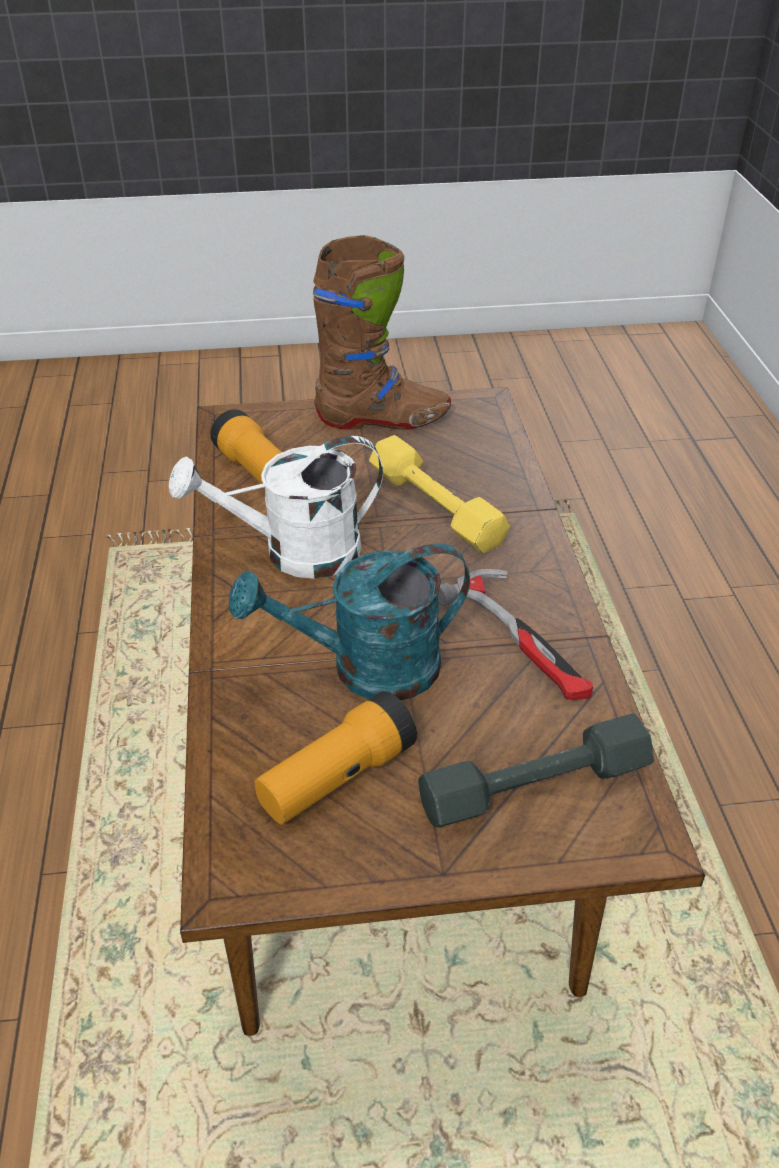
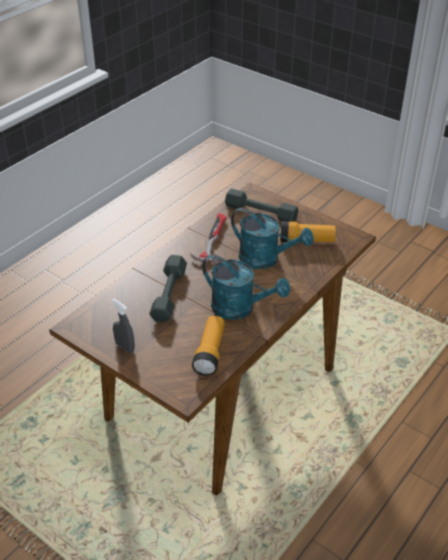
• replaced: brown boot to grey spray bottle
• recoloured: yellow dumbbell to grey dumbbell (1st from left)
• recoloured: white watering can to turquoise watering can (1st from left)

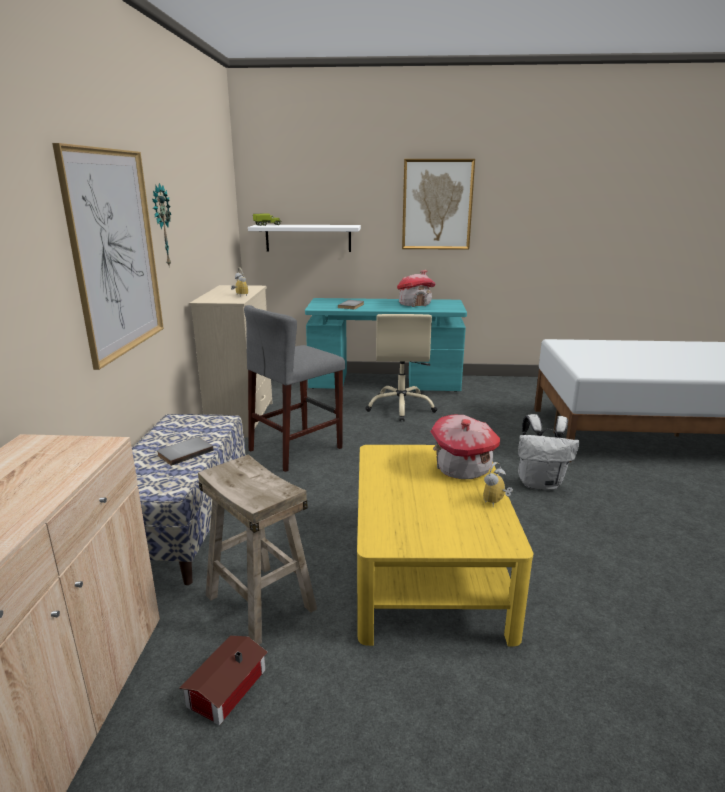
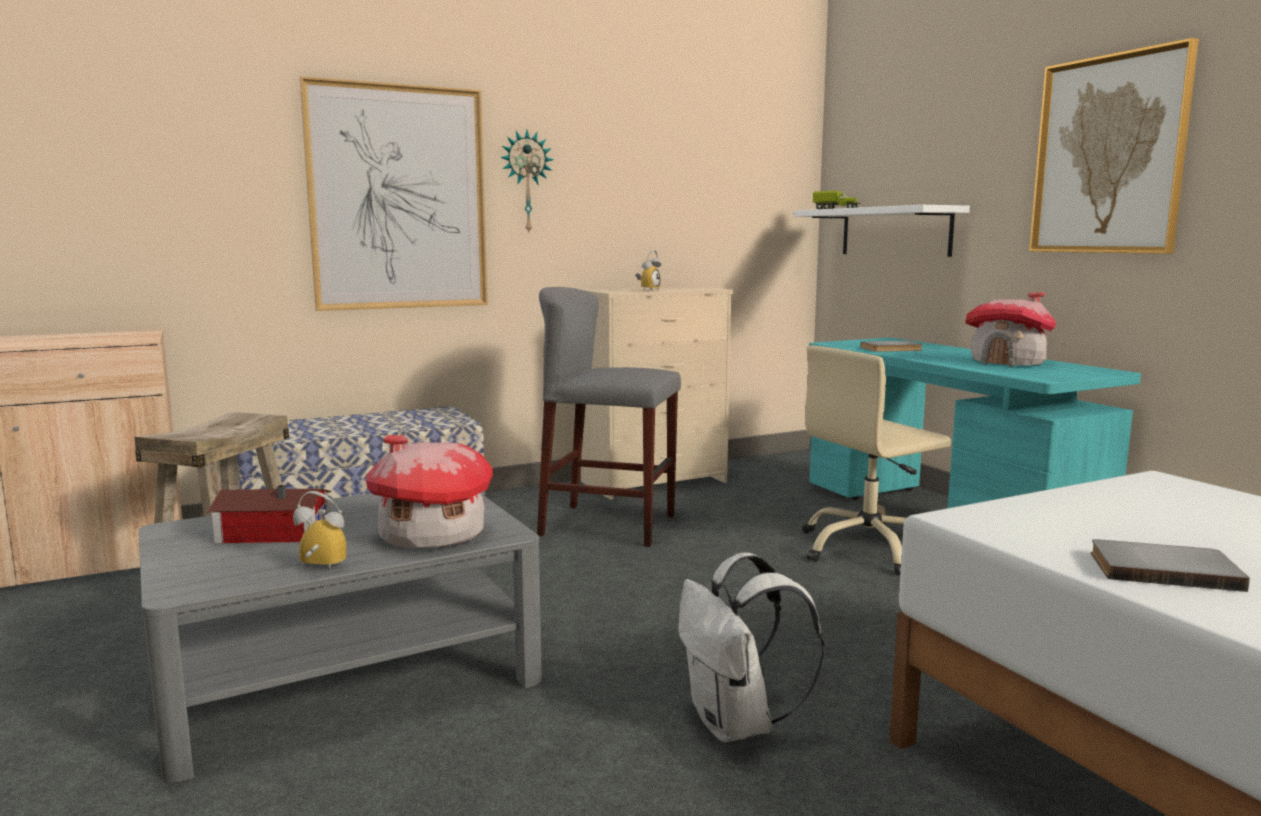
• recoloured: yellow coffee table to grey coffee table
• moved: toy house (1st from left)
• moved: grey book (1st from left in the first image) to grey book (2nd from left)

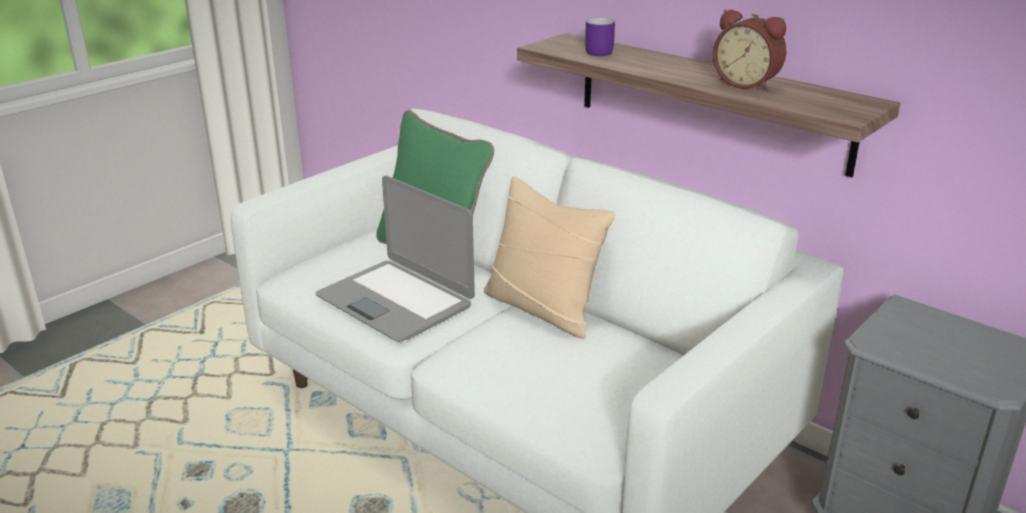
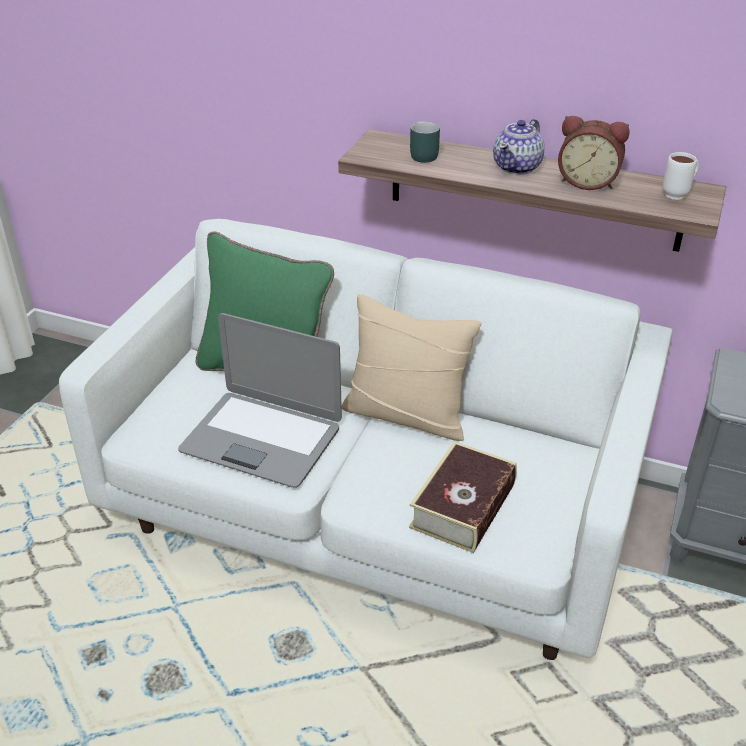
• added: book
• recoloured: purple mug to turquoise mug
• added: teapot
• added: white mug

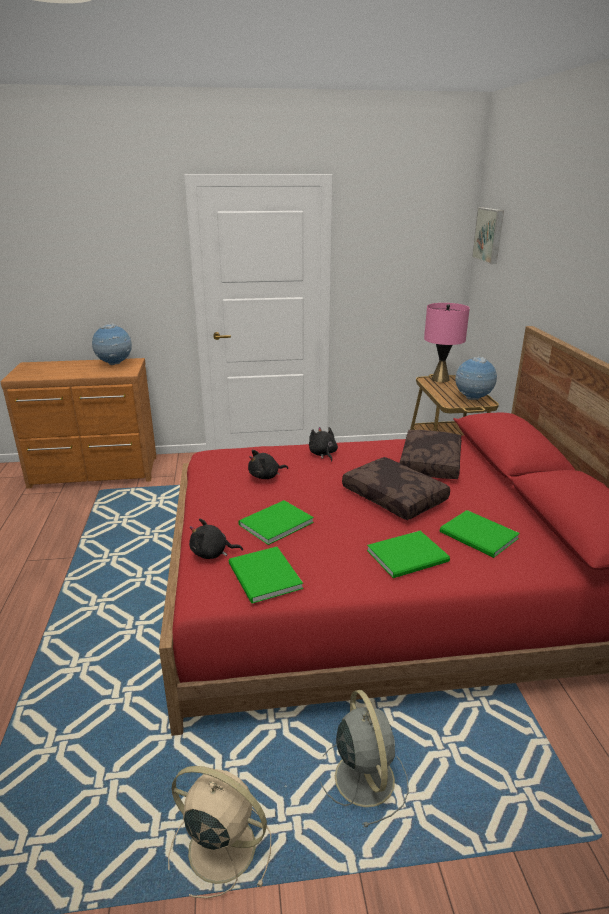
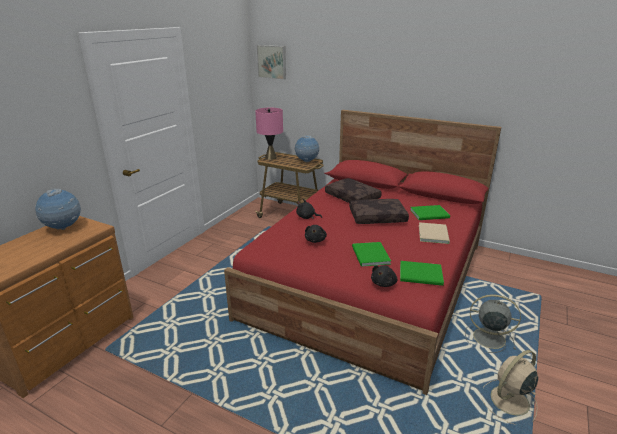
• recoloured: green book (3rd from left) to beige book

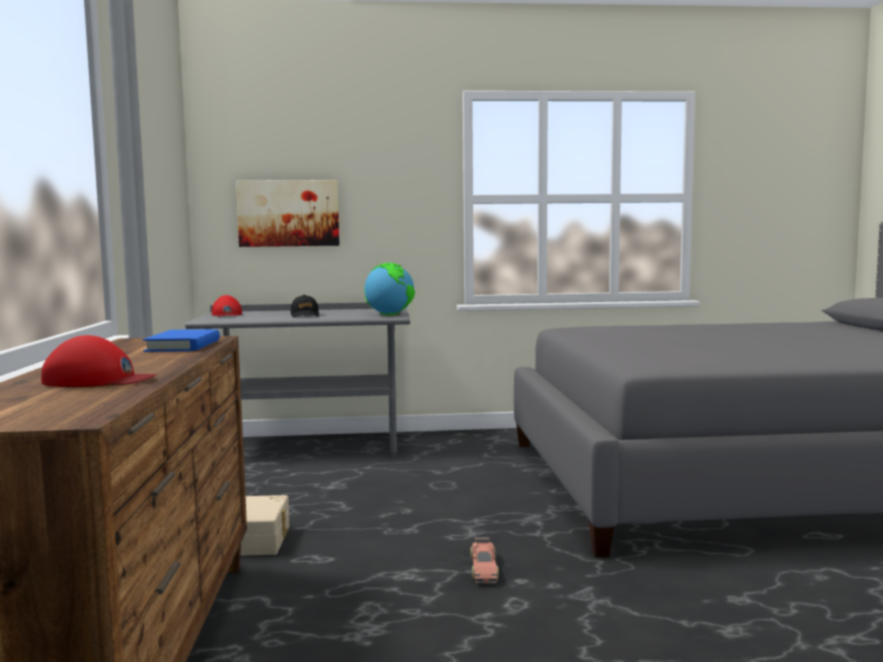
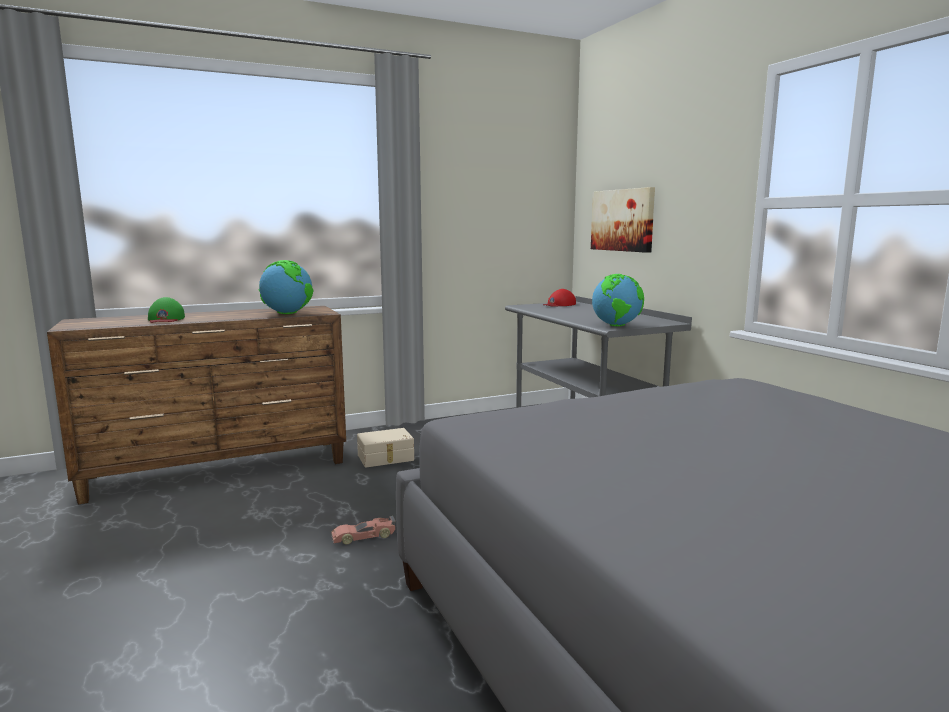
• recoloured: red cap (1st from left) to green cap
• replaced: blue book to globe (1st from left)
• removed: black cap

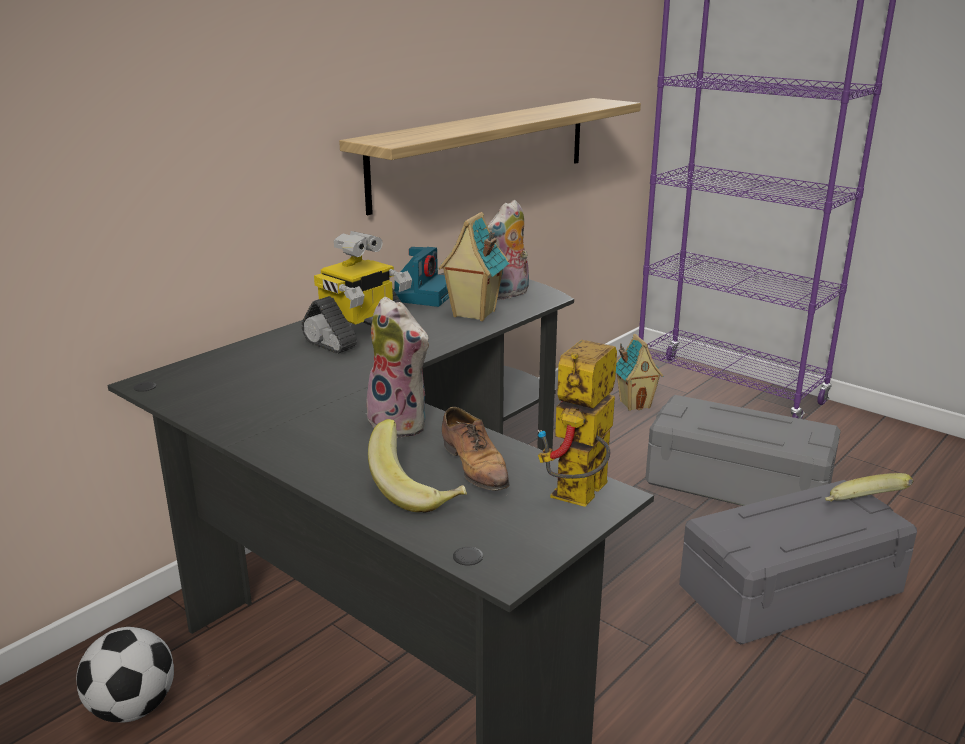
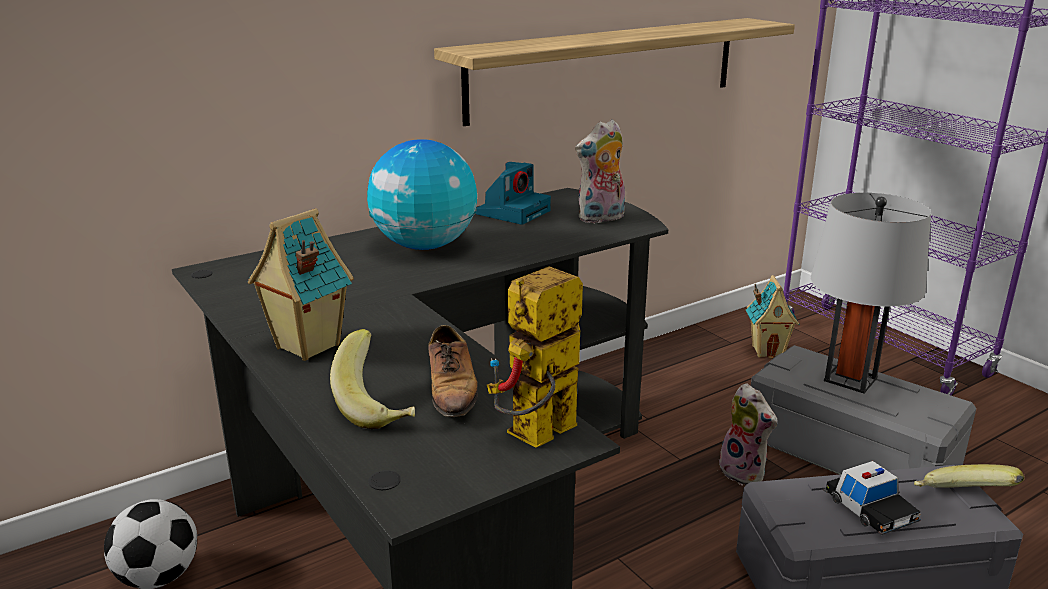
• moved: toy house (1st from left)
• replaced: toy robot (1st from left) to globe
• moved: plush toy (1st from left in the first image) to plush toy (2nd from left)
• added: grey table lamp
• added: toy car

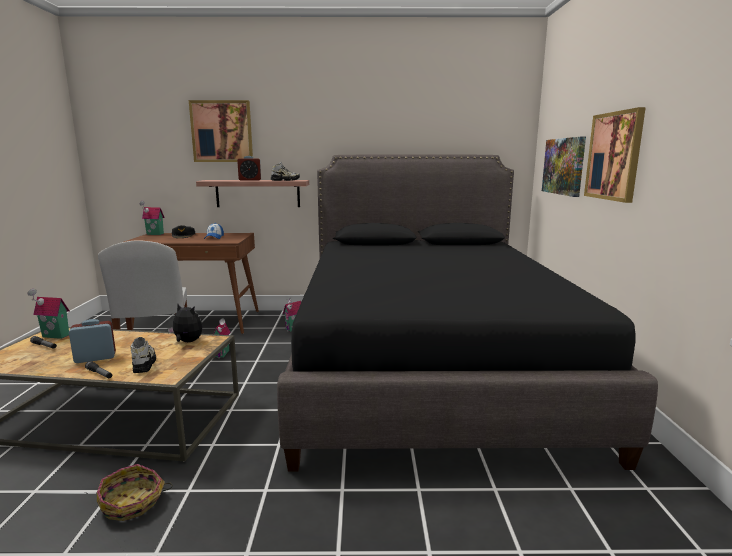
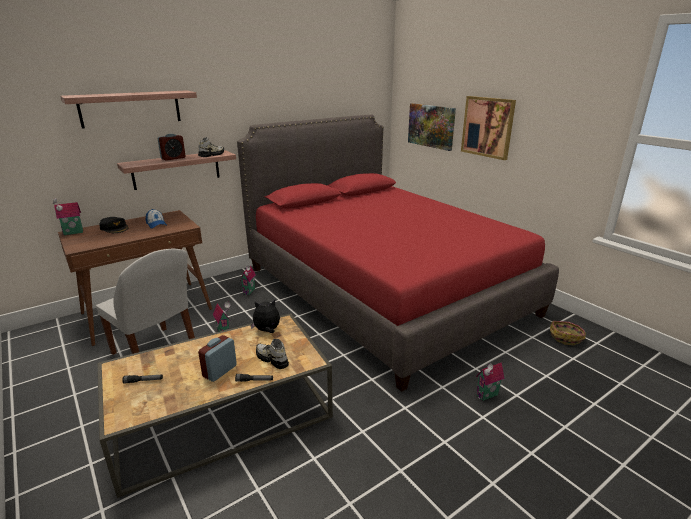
• replaced: picture (1st from left) to shelf (1st from left)
• recoloured: black bed to red bed
• moved: toy house (1st from left in the first image) to toy house (4th from left)
• moved: basket

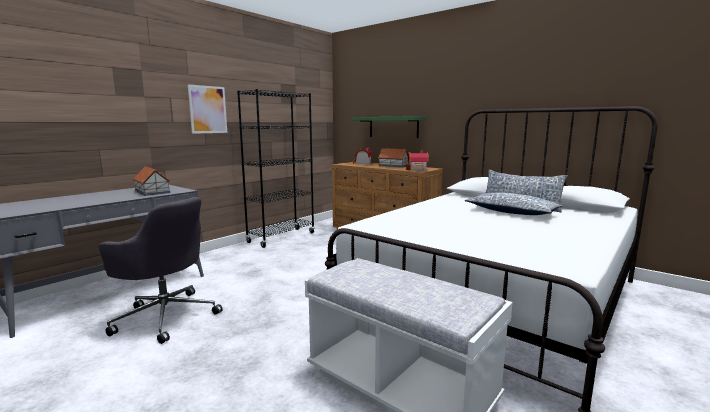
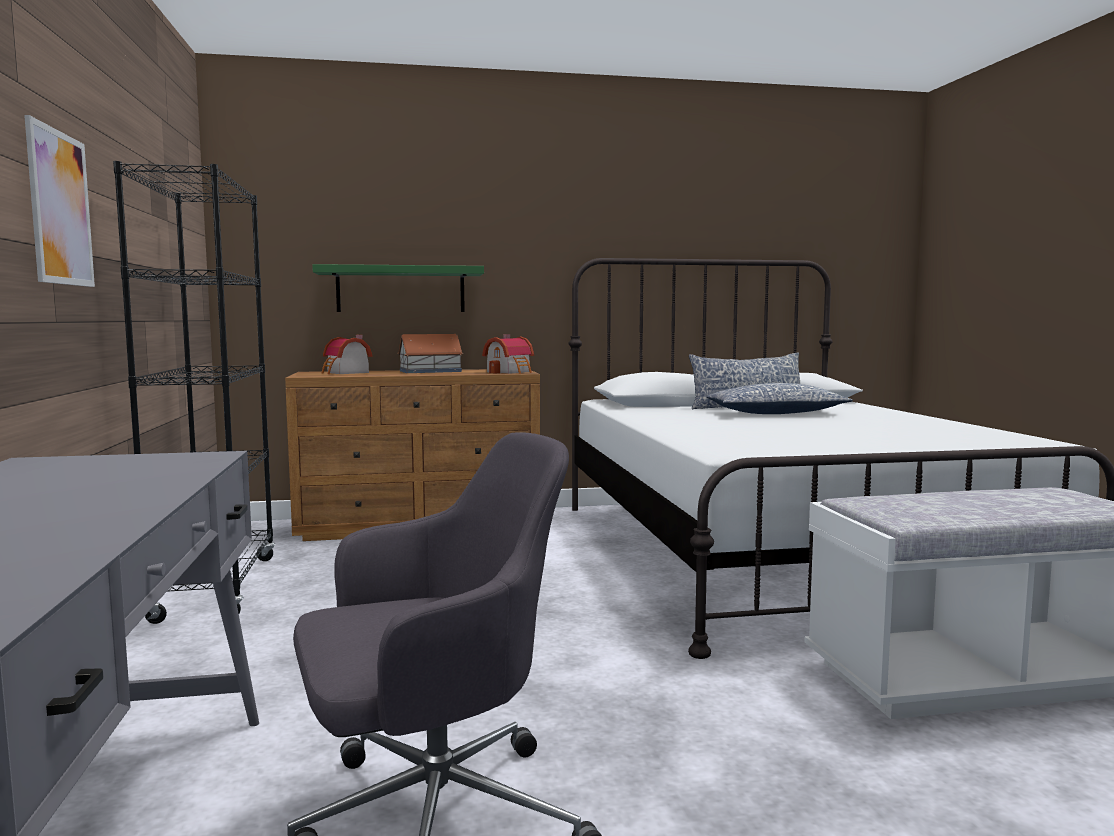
• removed: toy house (1st from left)

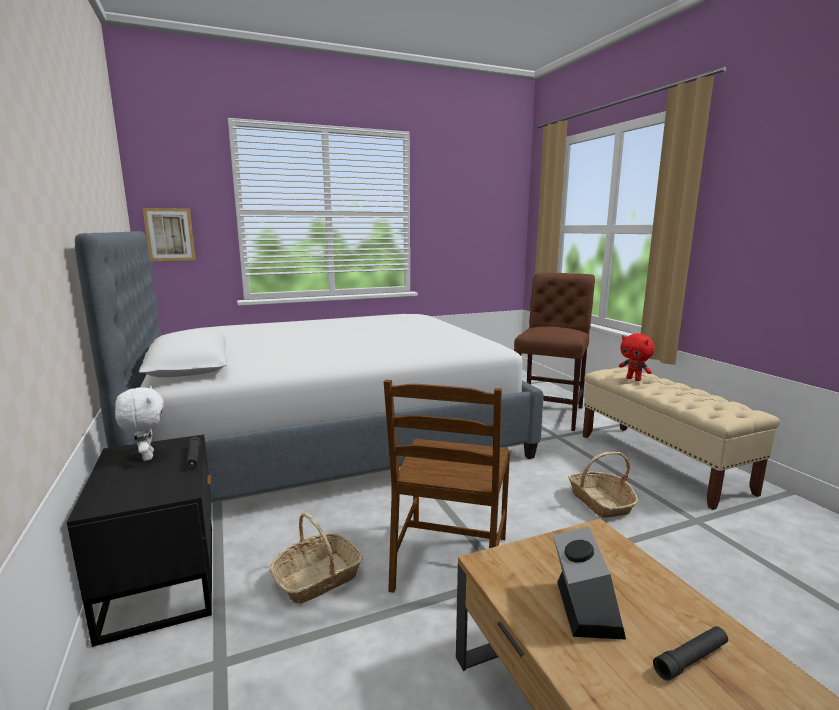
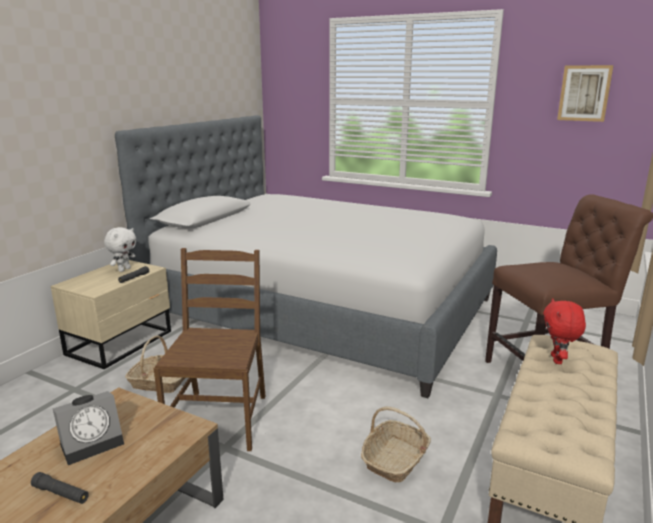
• recoloured: black nightstand to beige nightstand
• turned: brown chair (1st from left) 120 degrees clockwise
• moved: picture

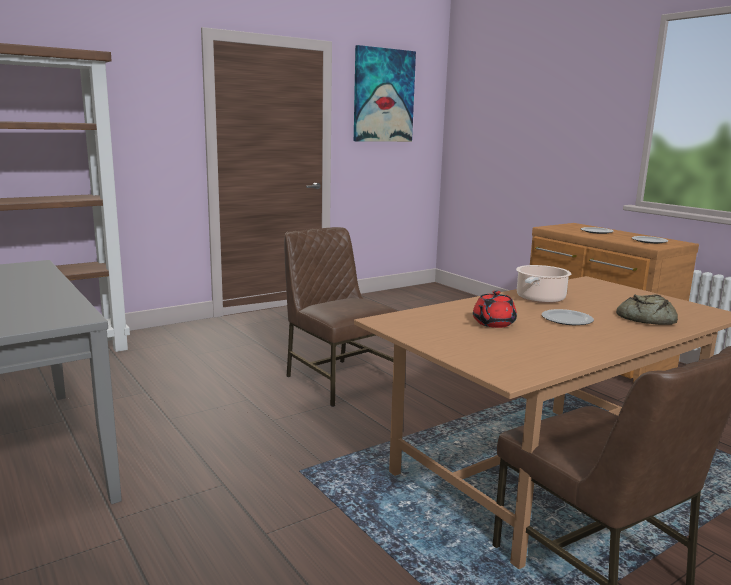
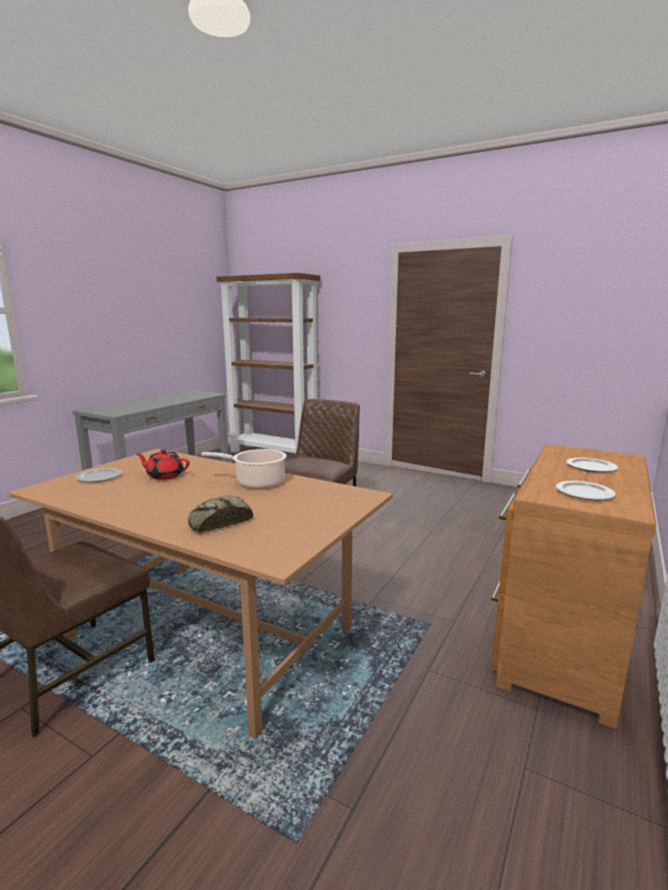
• moved: plate (1st from left)
• removed: picture

